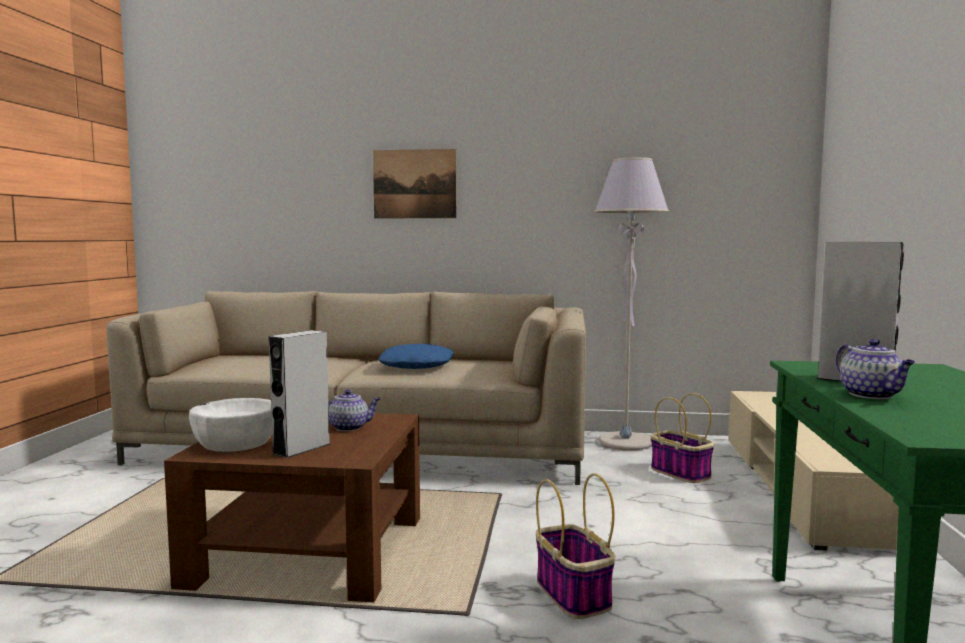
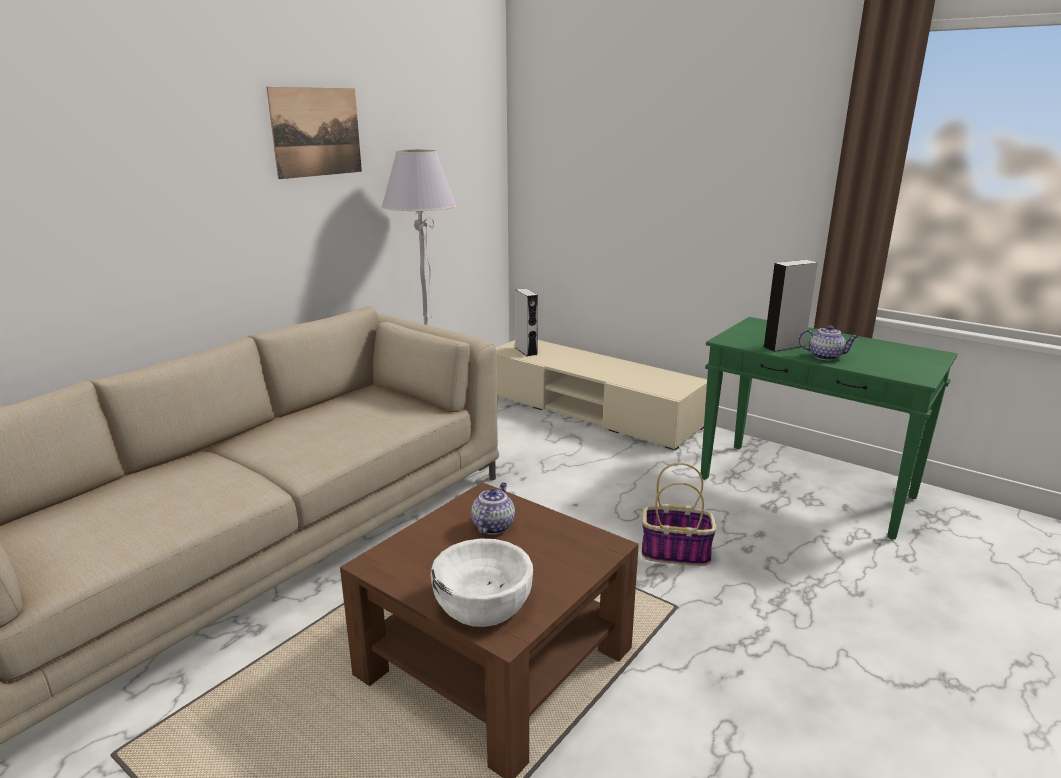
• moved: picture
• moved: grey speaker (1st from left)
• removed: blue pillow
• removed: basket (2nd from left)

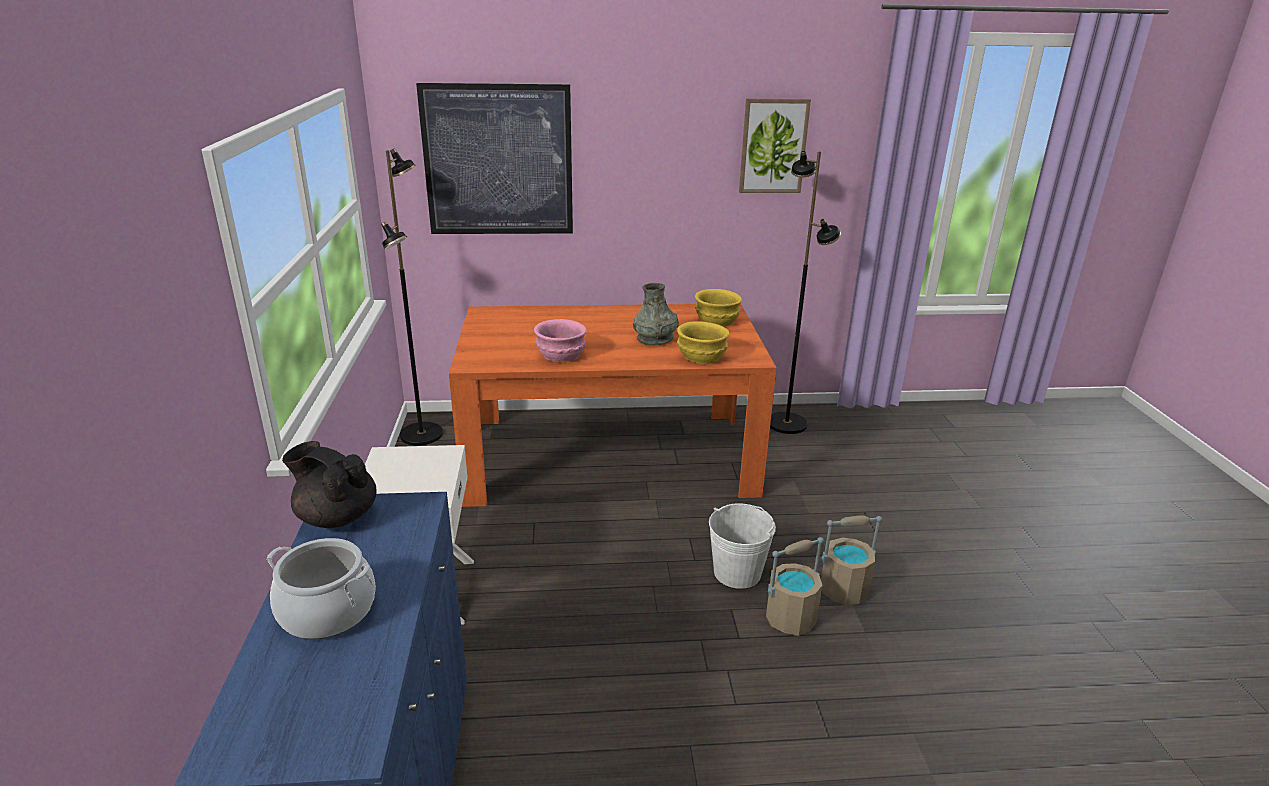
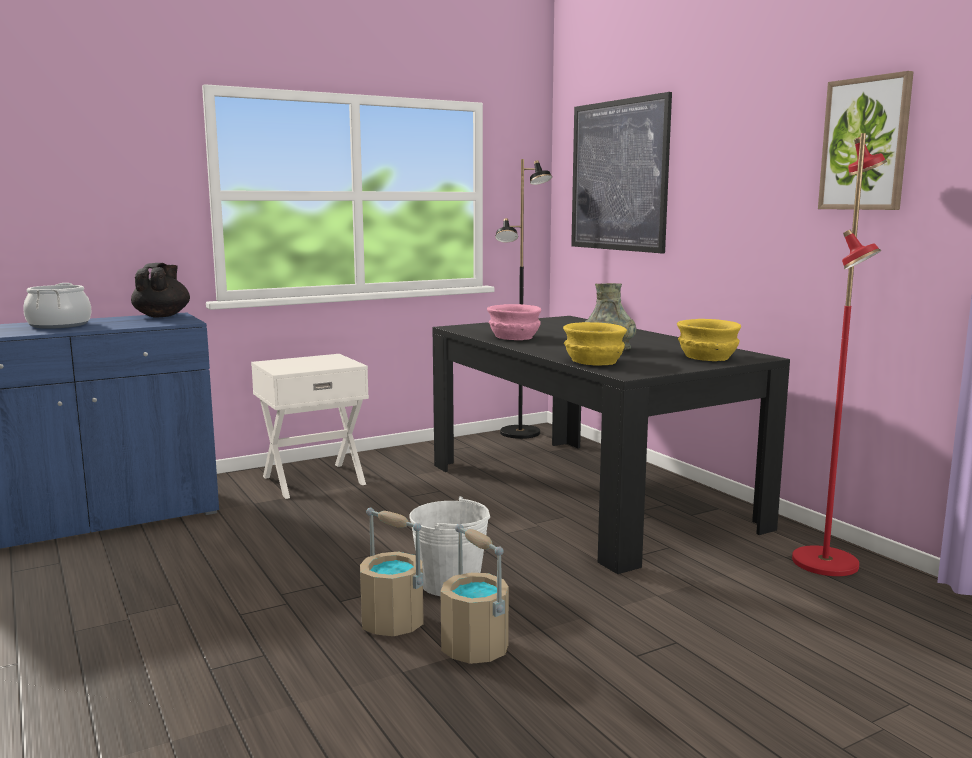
• recoloured: orange dining table to black dining table
• recoloured: black floor lamp (2nd from left) to red floor lamp

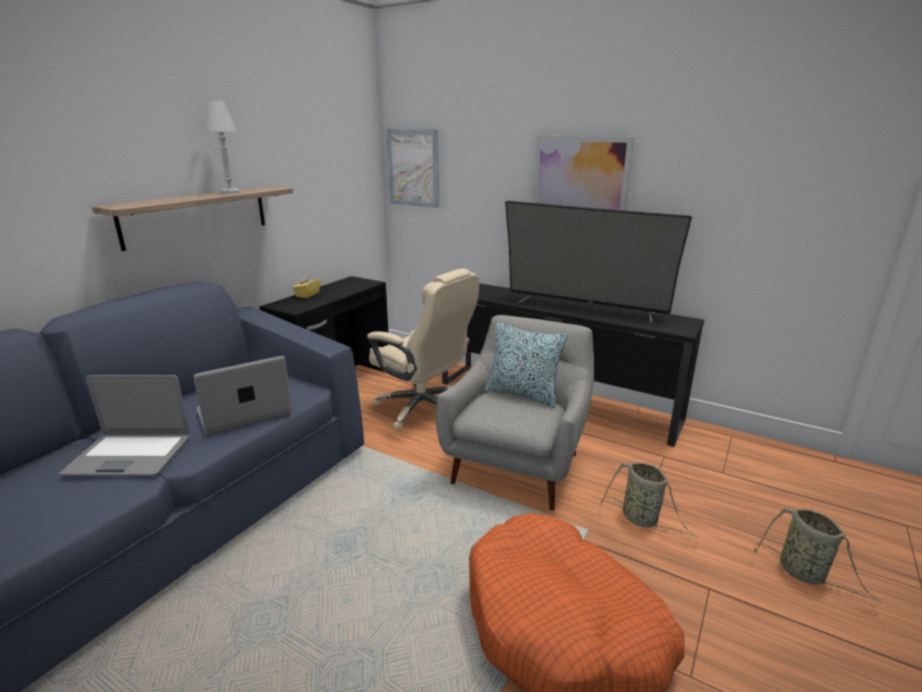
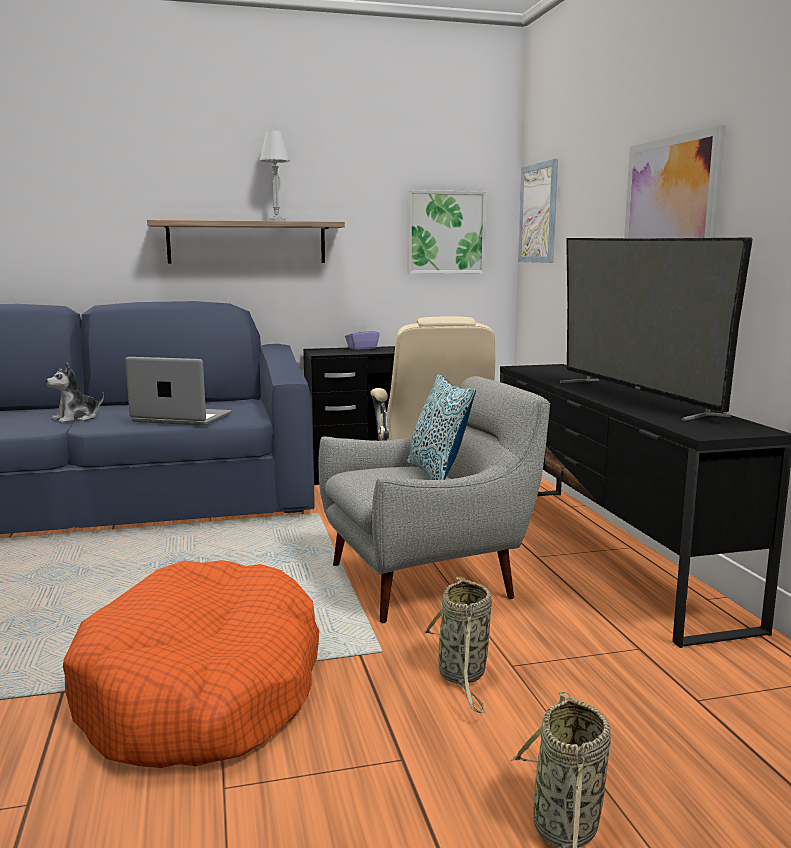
• replaced: laptop (1st from left) to plush toy
• recoloured: yellow tissue box to purple tissue box
• added: picture (1st from left)

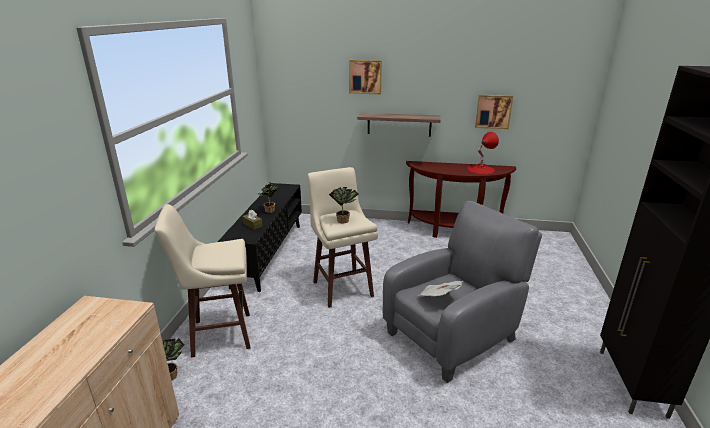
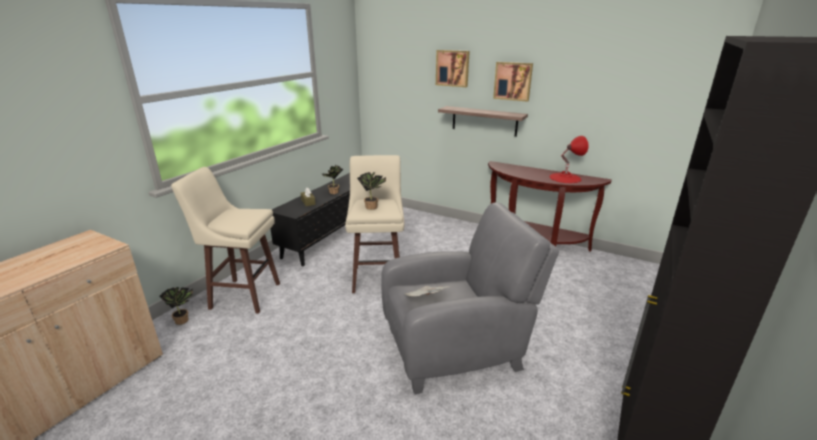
• moved: picture (2nd from left)

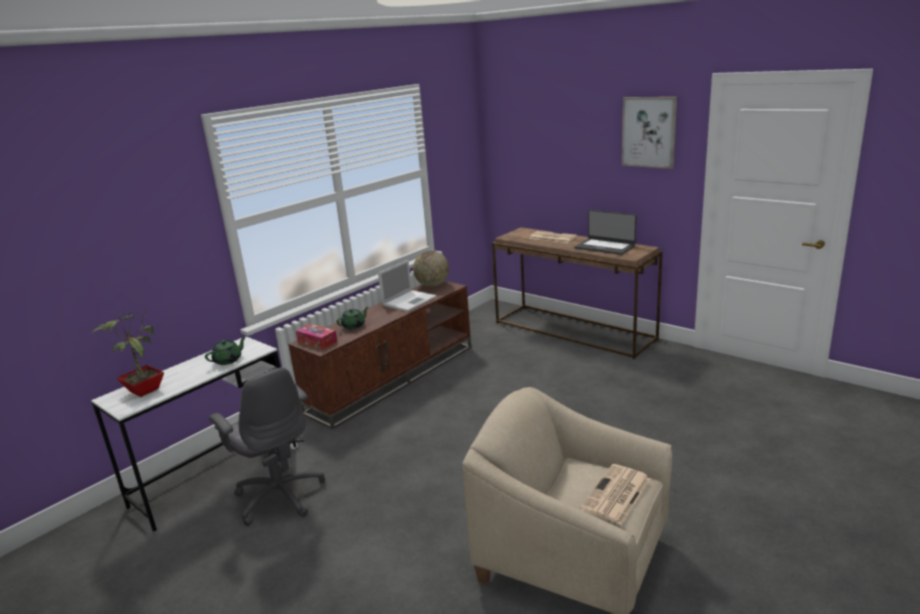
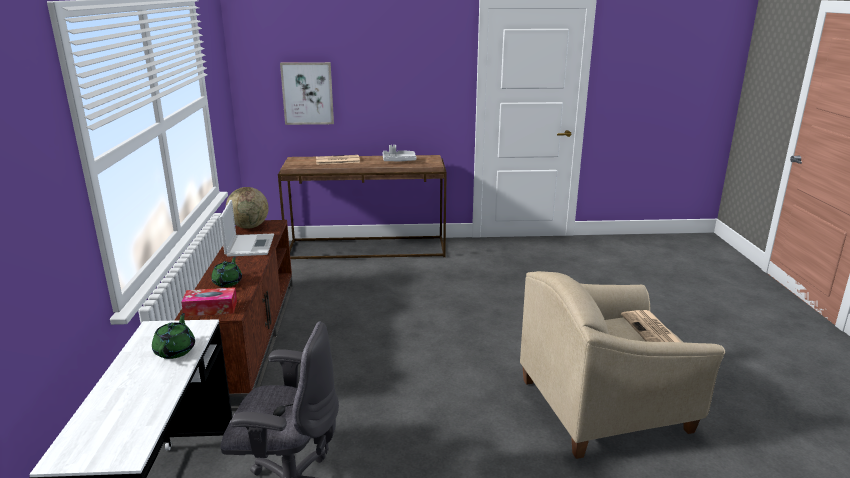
• moved: picture
• replaced: laptop (2nd from left) to grey tray
• removed: potted plant

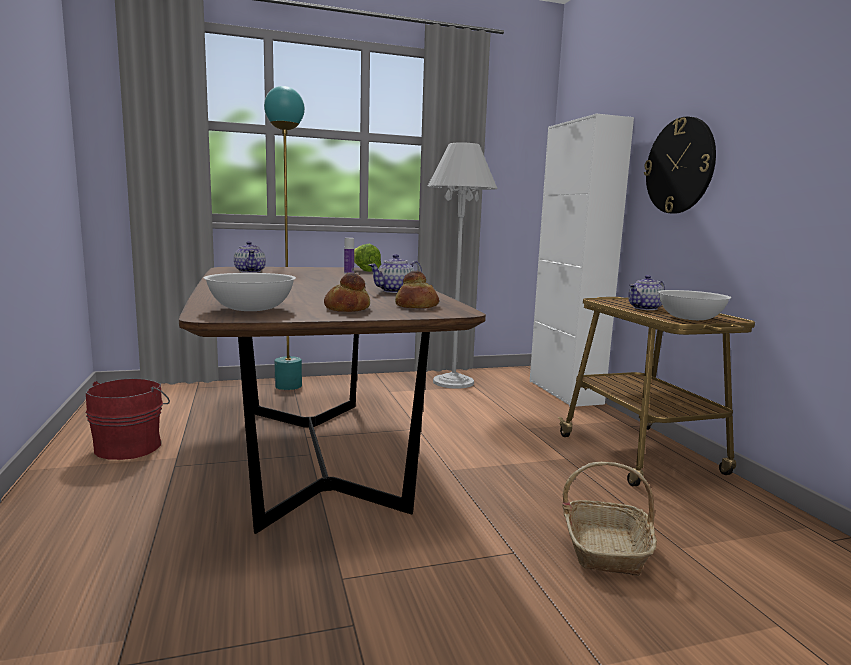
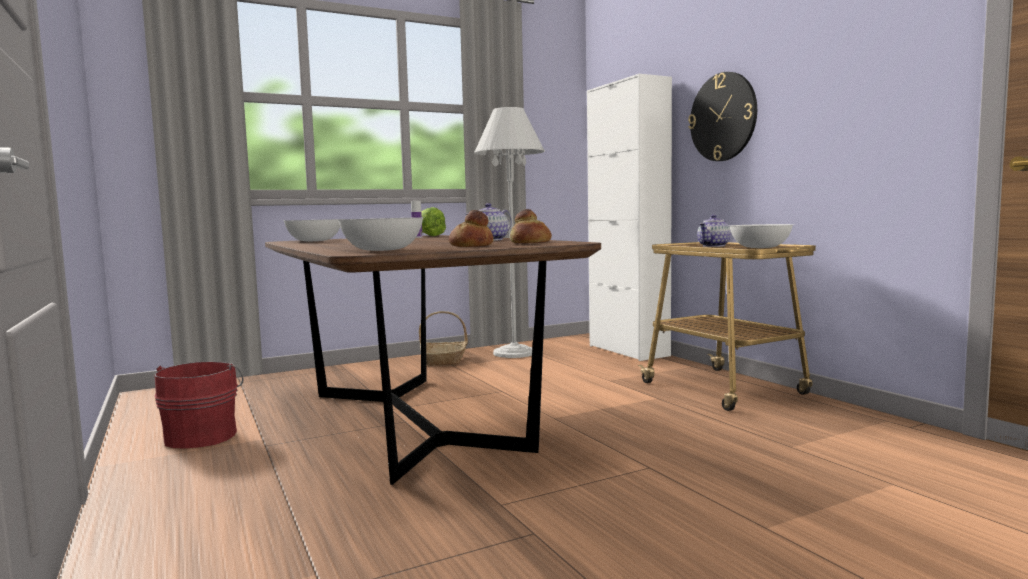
• replaced: teapot (1st from left) to white bowl (1st from left)
• moved: basket
• removed: turquoise floor lamp

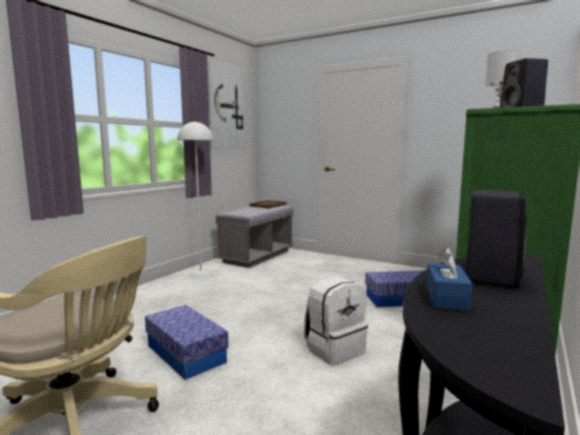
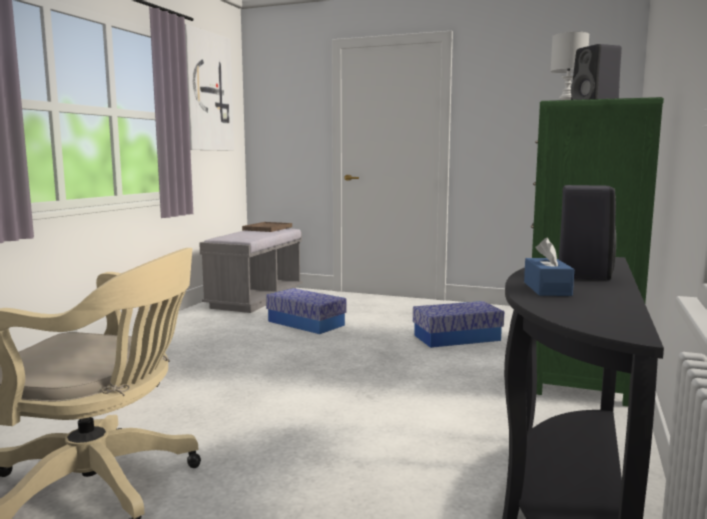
• moved: storage box (1st from left)
• removed: white floor lamp
• removed: white backpack

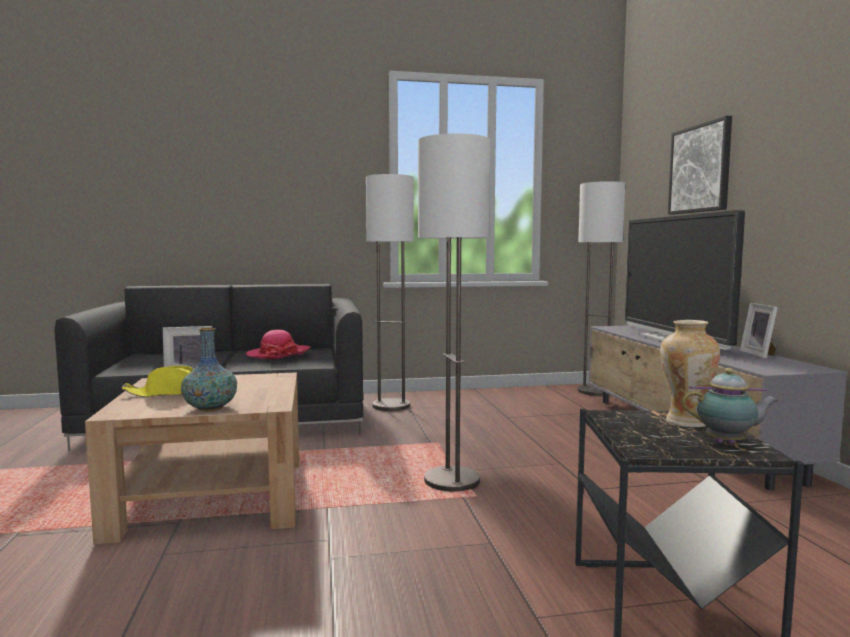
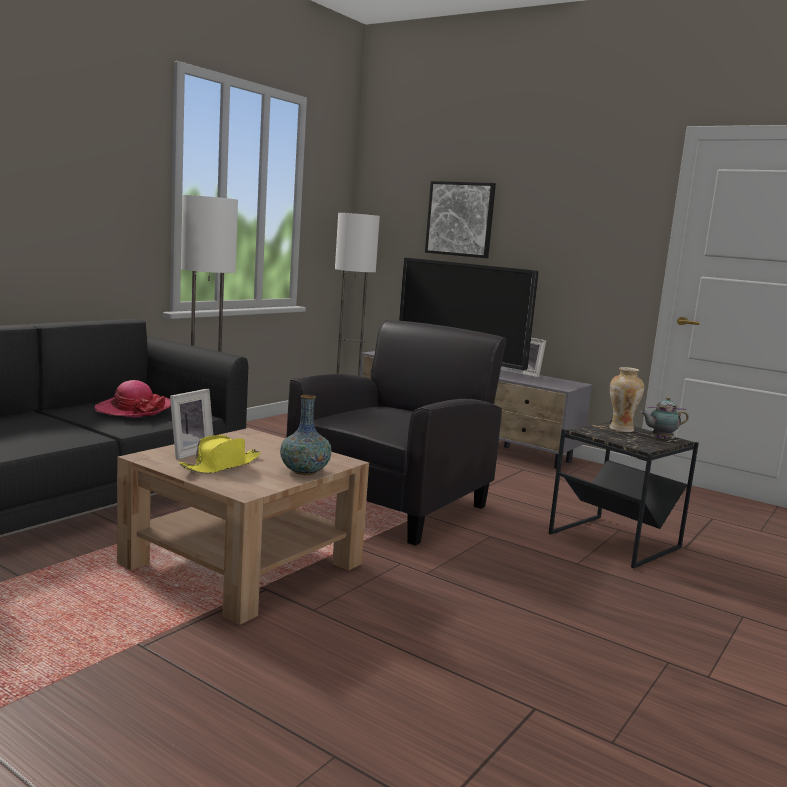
• replaced: floor lamp (2nd from left) to black armchair
• turned: teapot 150 degrees counterclockwise

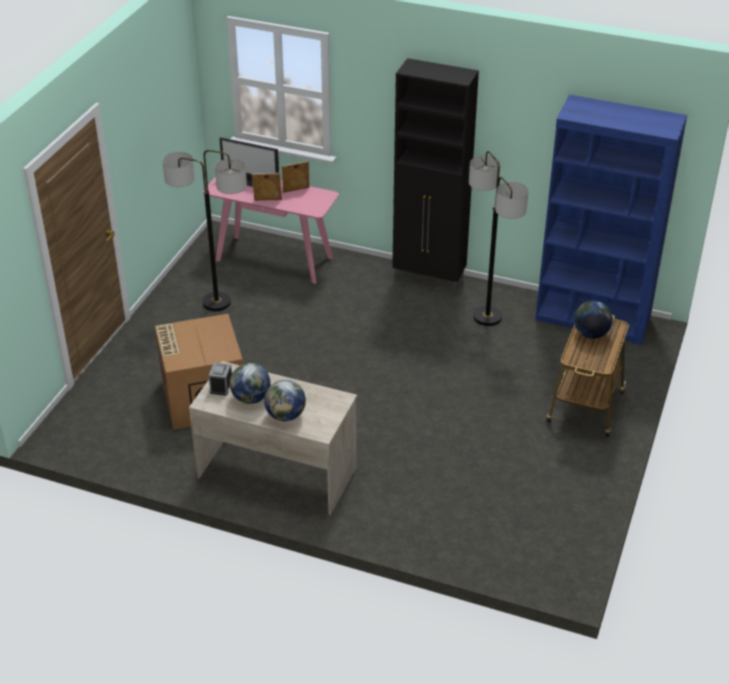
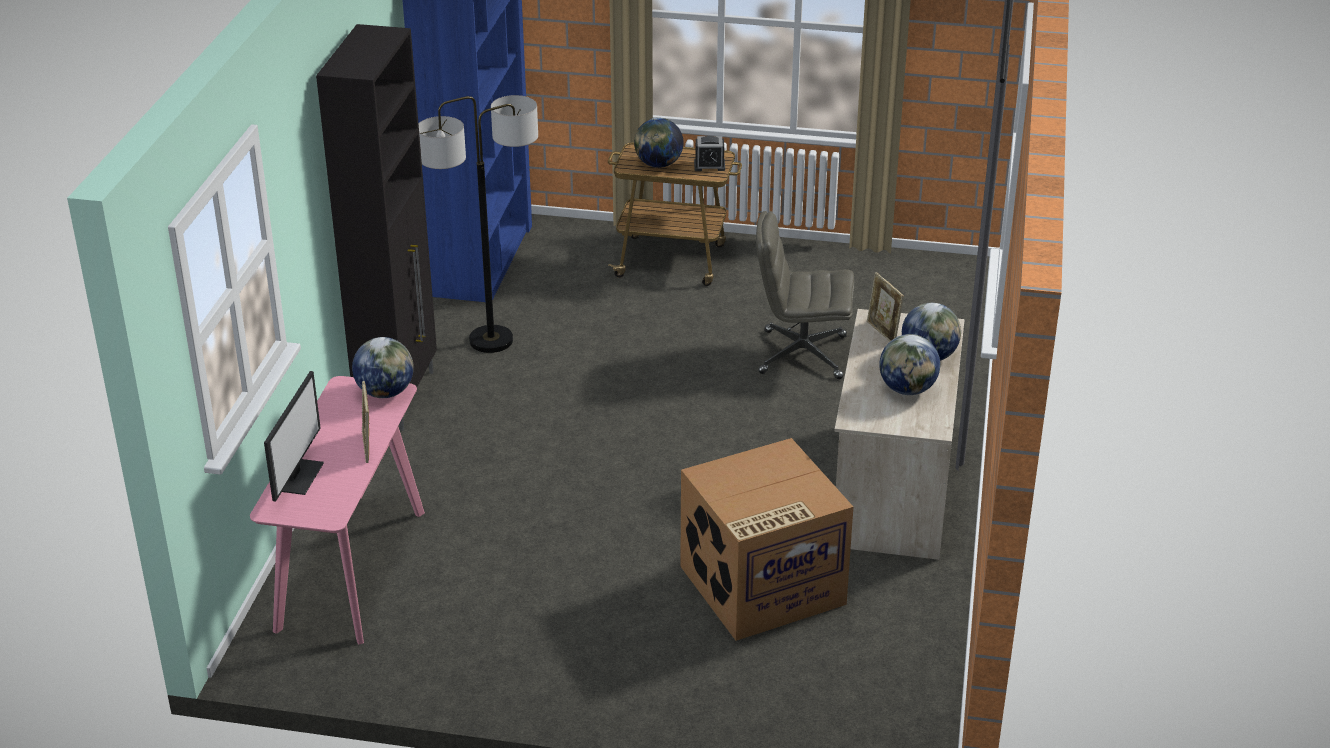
• added: globe (1st from left)
• moved: alarm clock
• added: grey office chair
• moved: picture frame (2nd from left)
• removed: floor lamp (1st from left)

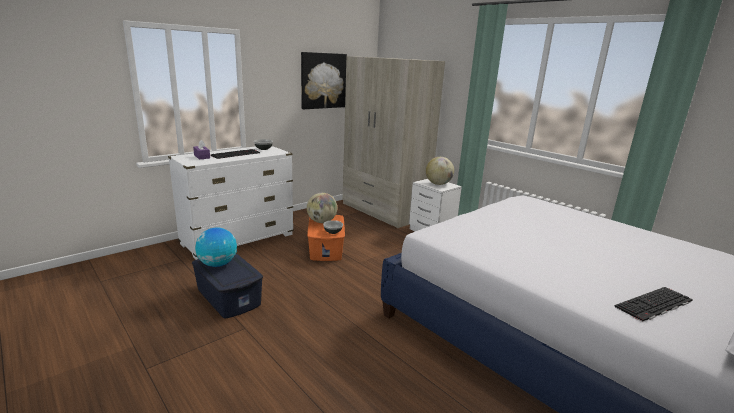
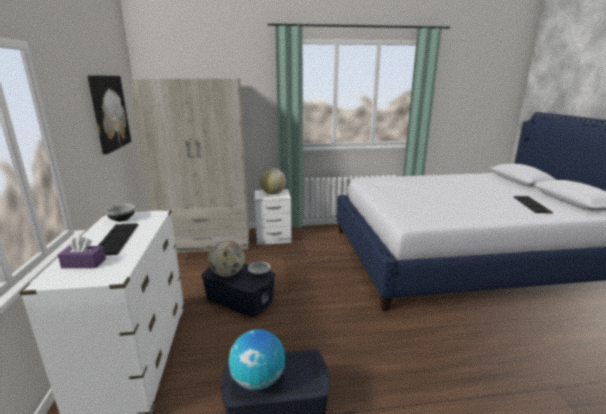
• recoloured: orange storage box to blue storage box (1st from left)

